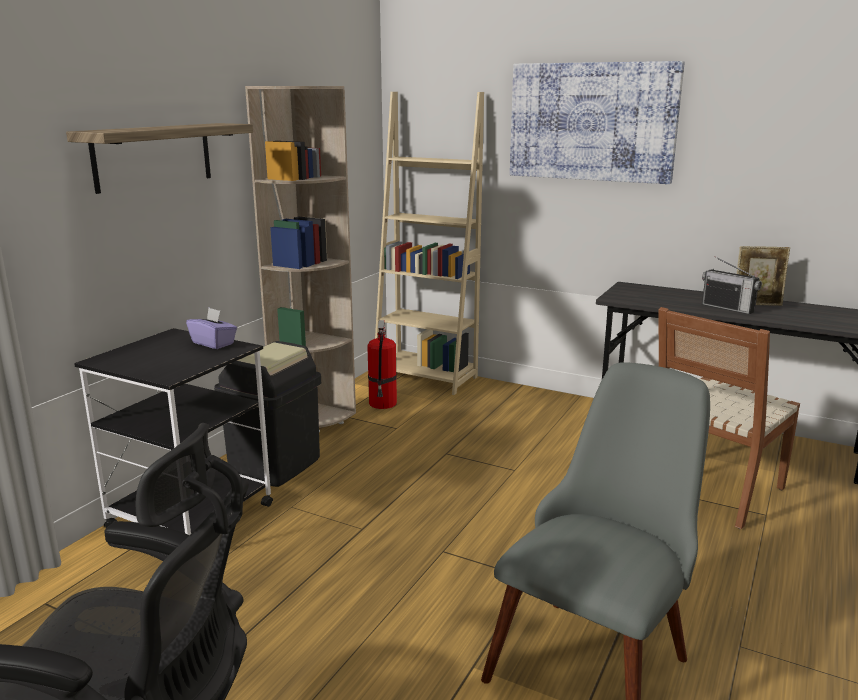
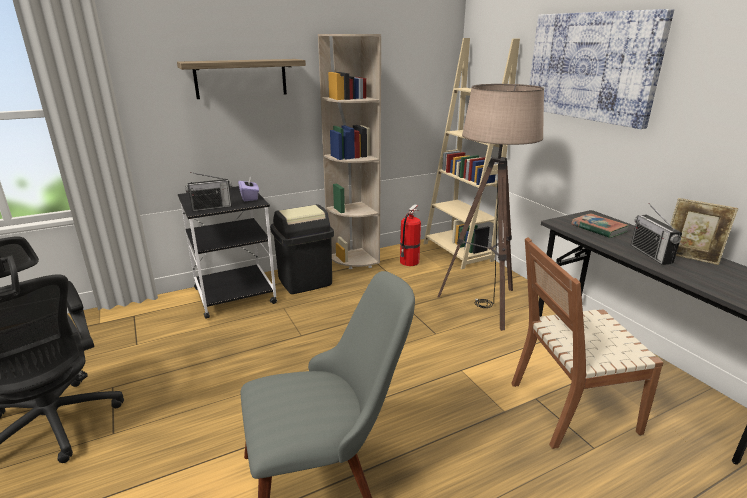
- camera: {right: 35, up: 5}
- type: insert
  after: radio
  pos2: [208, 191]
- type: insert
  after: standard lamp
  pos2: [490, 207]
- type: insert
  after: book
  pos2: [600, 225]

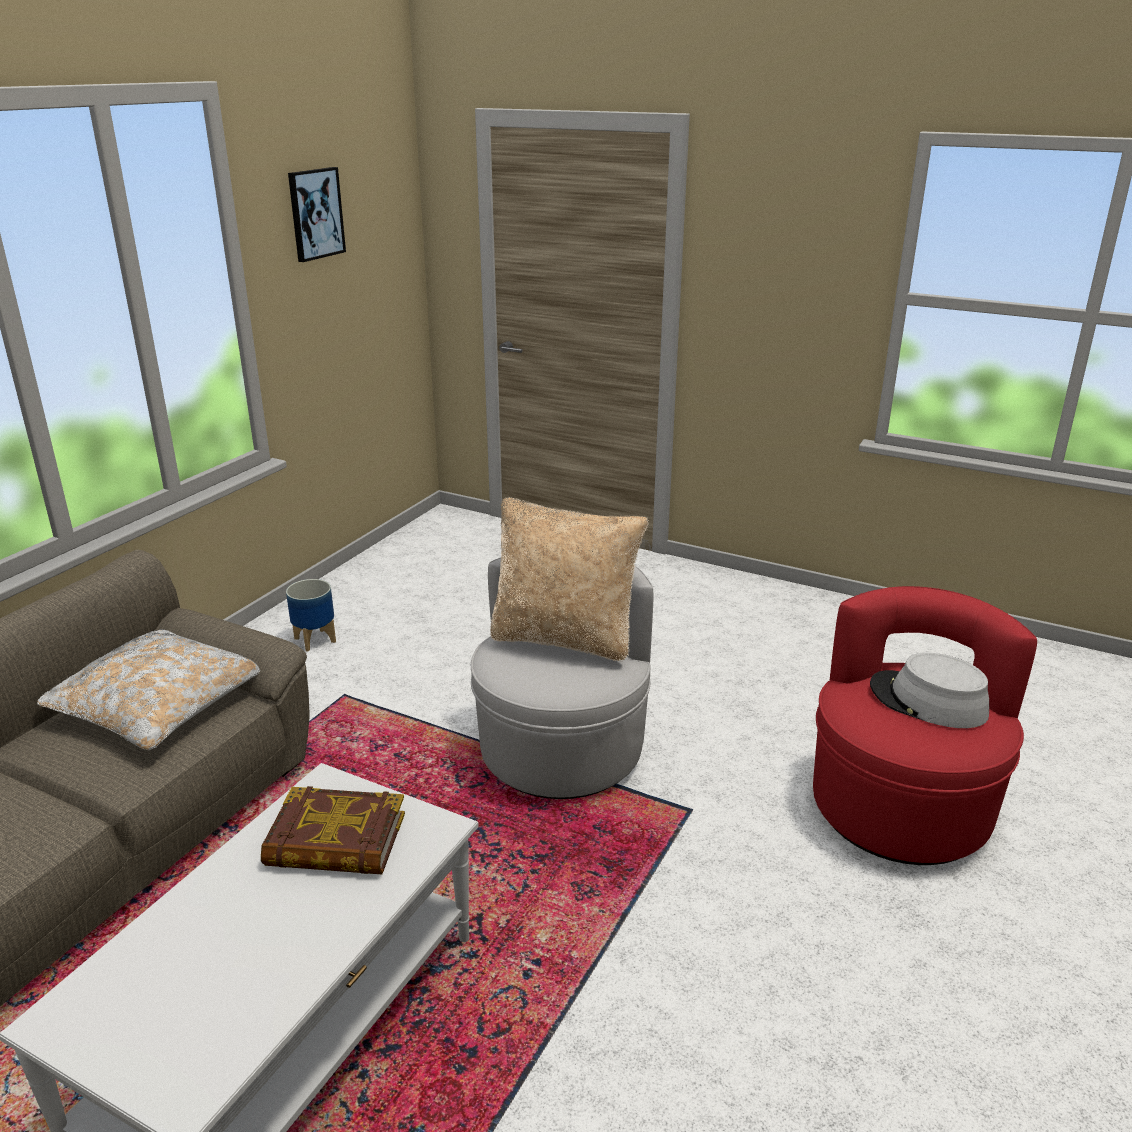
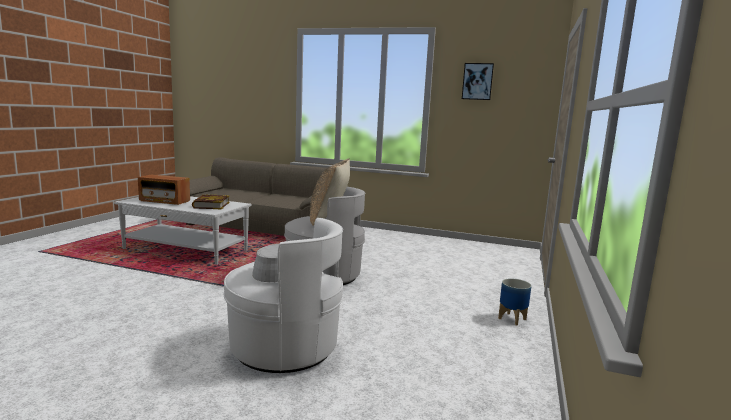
- camera: {right: 80, up: -15}
- type: delete
  before: white-coloured throw pillow
  pos1: [148, 689]
- type: insert
  after: radio
  pos2: [164, 190]
- type: move
  before: flower pot
  pos1: [311, 615]
  pos2: [514, 302]
- type: recolor
  before: reddish armchair
  after: white-coloured armchair
  pos1: [925, 725]
  pos2: [283, 295]

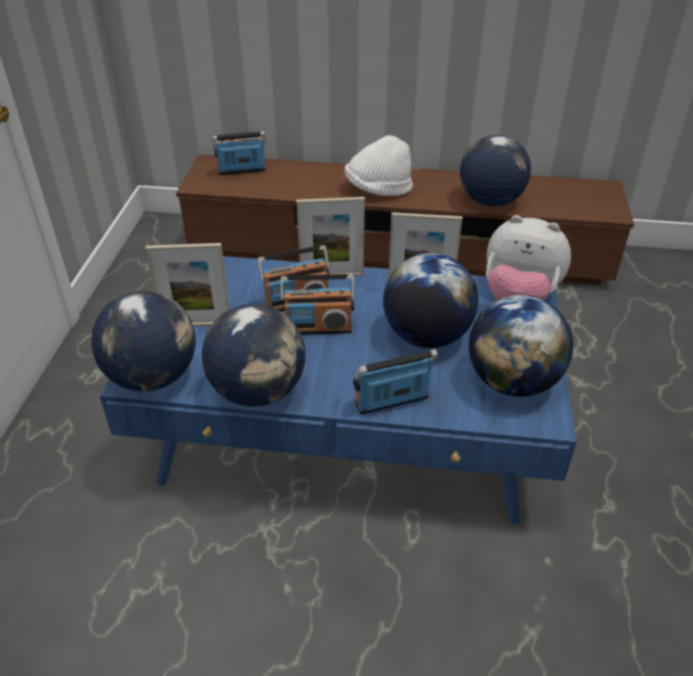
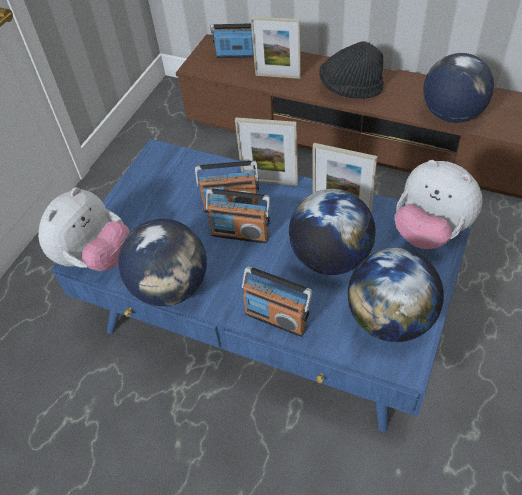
- camera: {right: 20, up: 10}
- type: move
  before: picture frame
  pos1: [187, 285]
  pos2: [276, 47]
- type: replace
  before: globe
  after: soft toy
  pos1: [143, 341]
  pos2: [84, 229]
- type: recolor
  before: white-coloured clothing hat
  after: black clothing hat
  pos1: [379, 165]
  pos2: [351, 70]
- type: rotate
  before: radio
  pos1: [395, 381]
  pos2: [277, 301]
  turn: -150

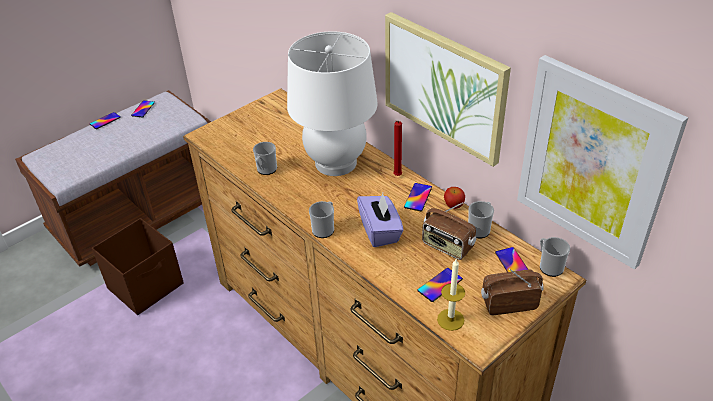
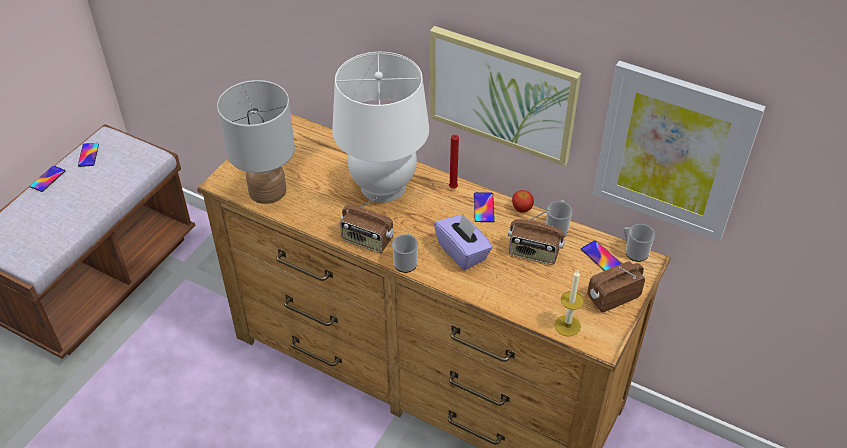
- camera: {right: -20, up: 5}
- type: delete
  before: brown-coloured storage container
  pos1: [138, 266]
- type: delete
  before: mug
  pos1: [265, 158]
- type: delete
  before: telephone
  pos1: [440, 285]
- type: insert
  after: gray table lamp
  pos2: [256, 142]
- type: insert
  after: radio
  pos2: [367, 225]

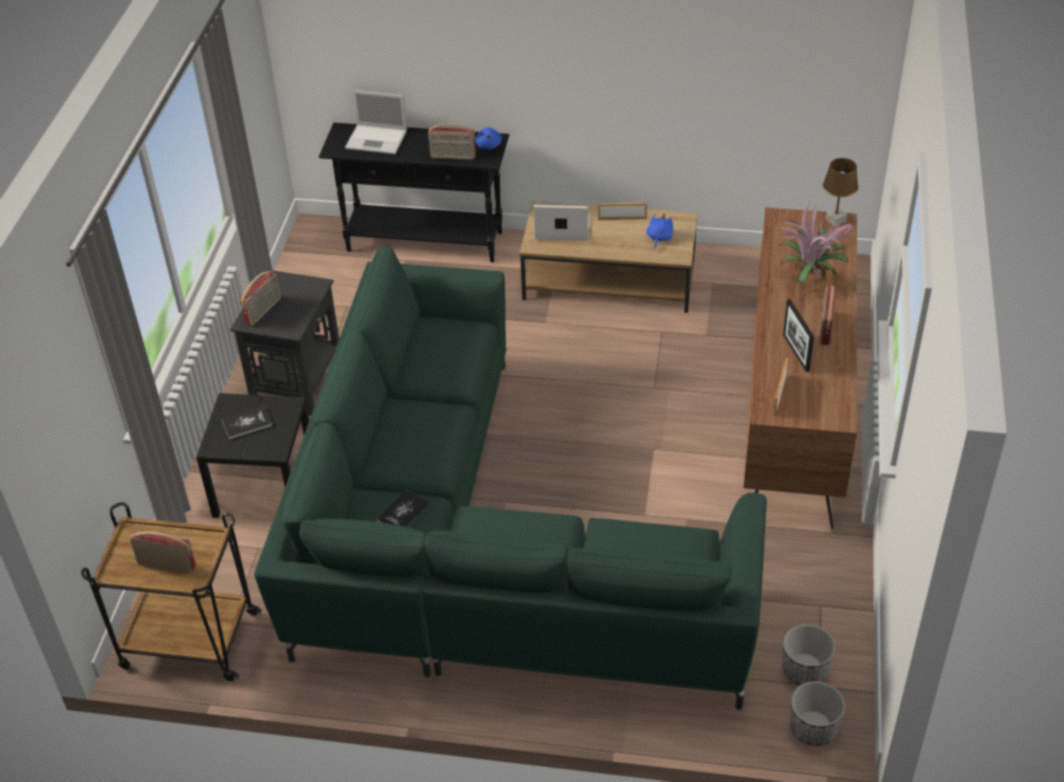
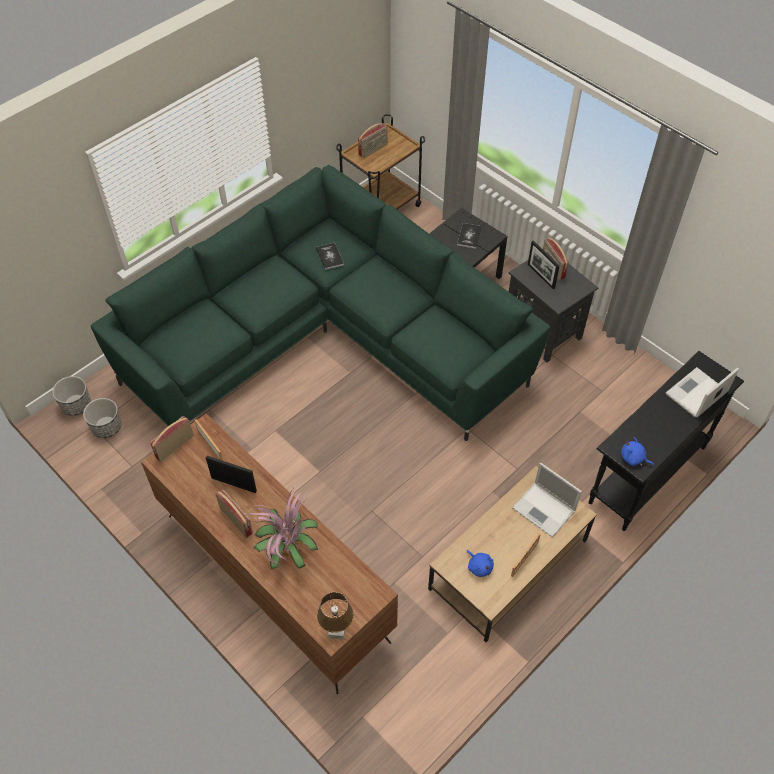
- camera: {right: 125, up: 10}
- type: insert
  after: picture frame
  pos2: [544, 264]
- type: move
  before: radio
  pos1: [452, 141]
  pos2: [171, 439]
- type: rotate
  before: notebook computer
  pos1: [562, 223]
  pos2: [547, 500]
  turn: 90

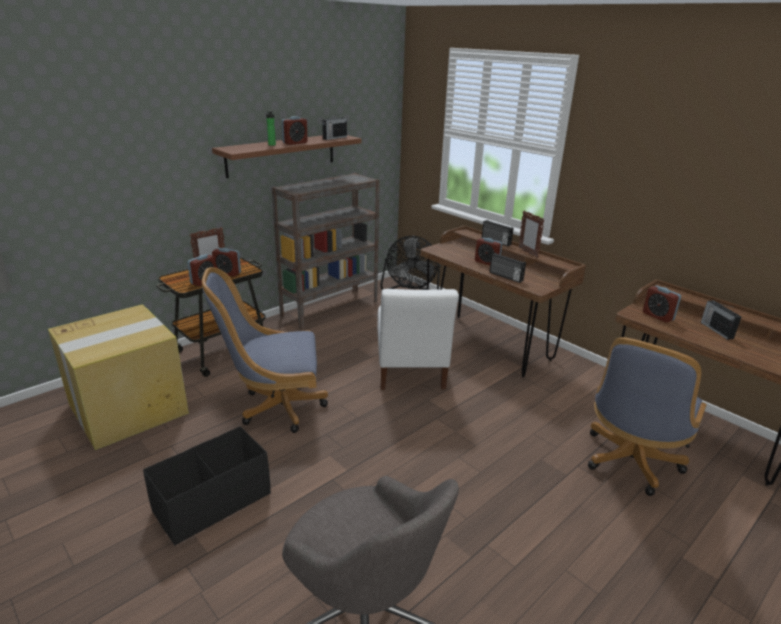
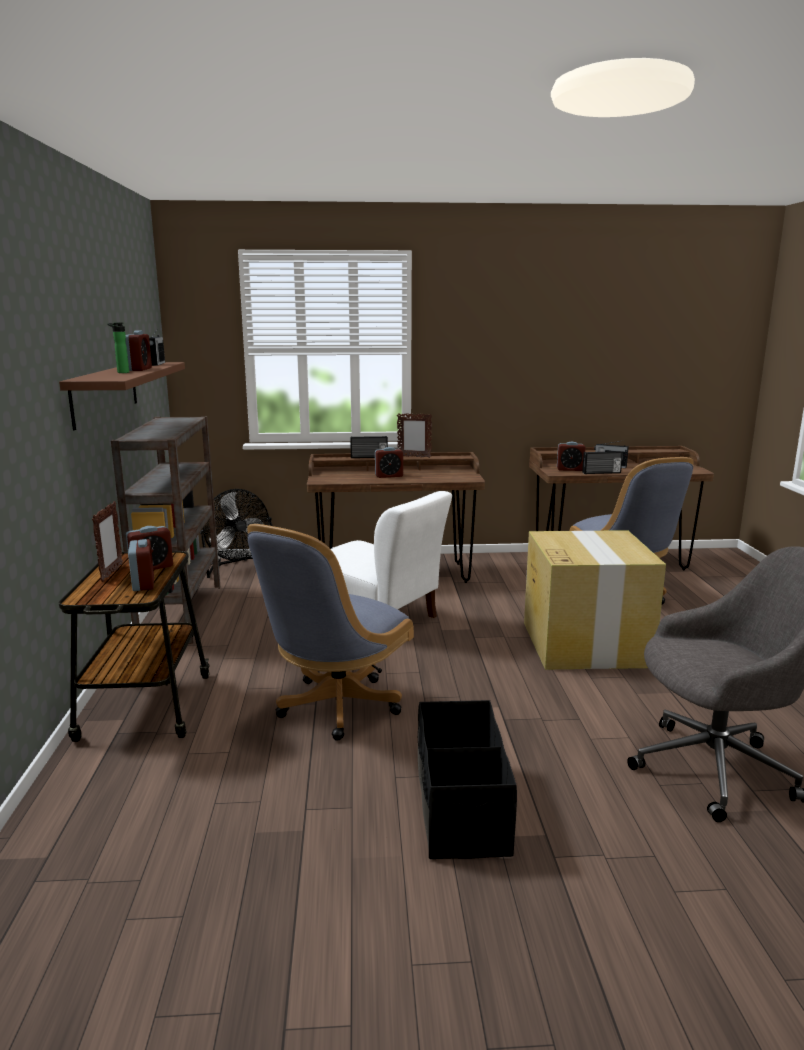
- camera: {right: -50, up: -10}
- type: move
  before: packing box
  pos1: [118, 377]
  pos2: [595, 600]
- type: move
  before: radio
  pos1: [507, 268]
  pos2: [602, 462]

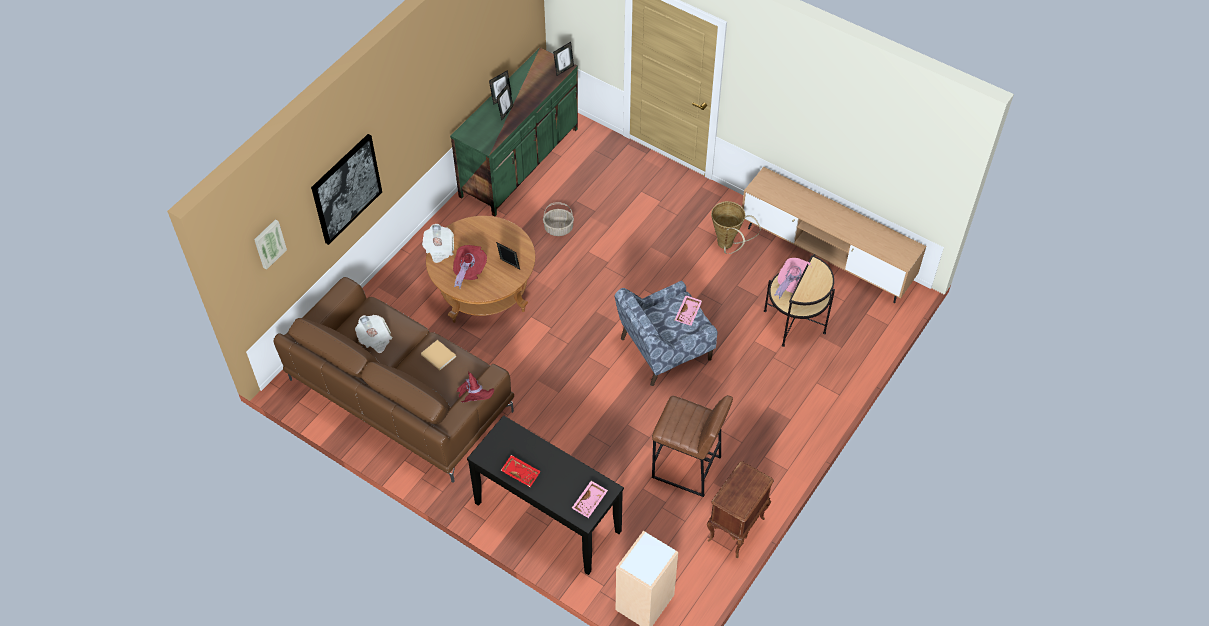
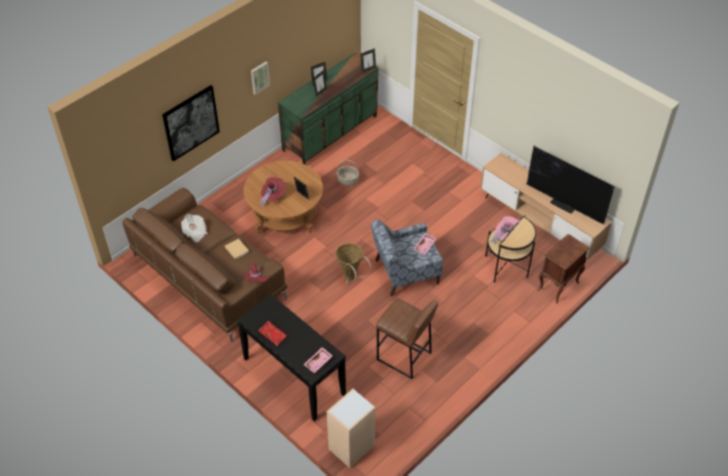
- camera: {right: 10, up: -5}
- type: delete
  before: daily paper
  pos1: [438, 243]
- type: insert
  after: TV
  pos2: [570, 185]
- type: move
  before: wall picture
  pos1: [270, 245]
  pos2: [260, 78]
- type: move
  before: brown-coloured night table
  pos1: [740, 510]
  pos2: [563, 269]
- type: move
  before: basket
  pos1: [736, 227]
  pos2: [354, 264]

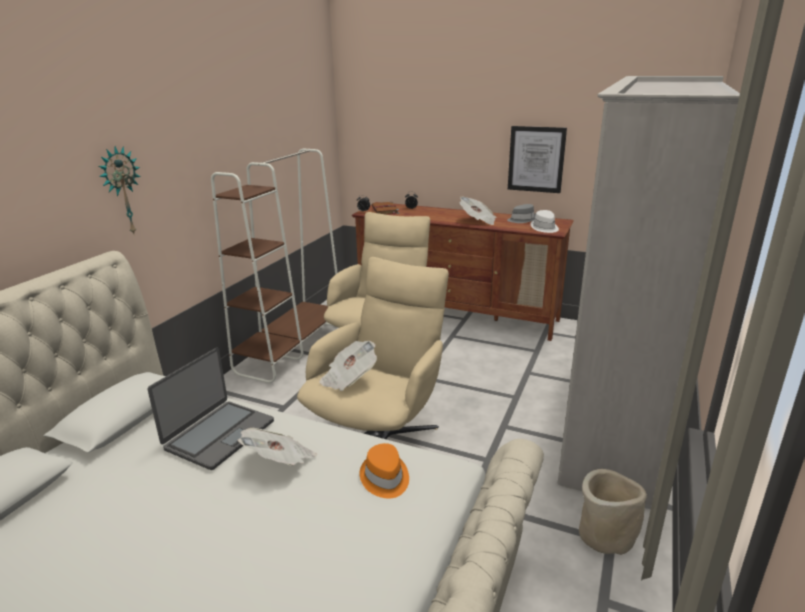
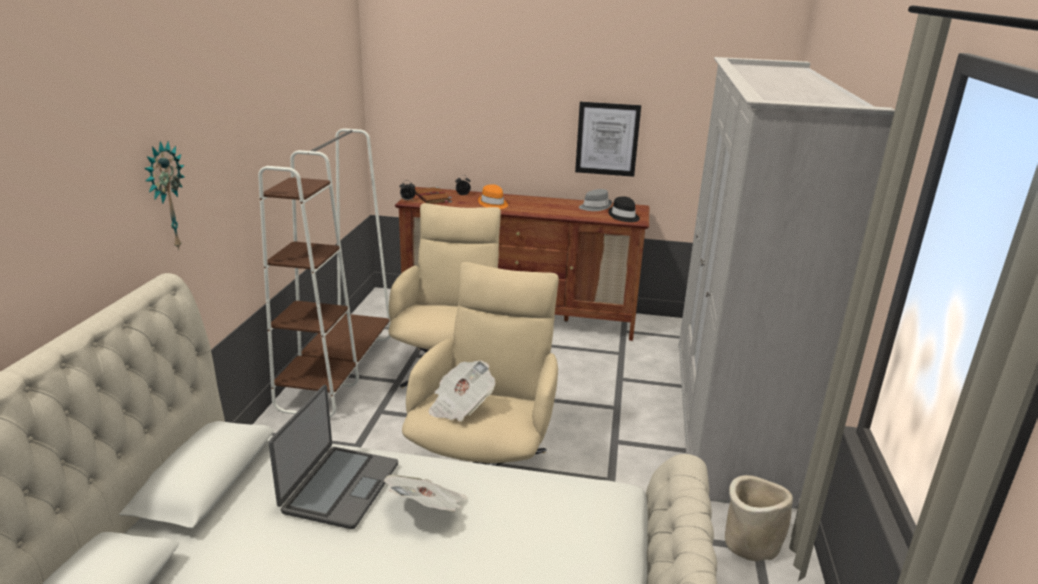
- camera: {right: -15, up: 0}
- type: delete
  before: daily paper
  pos1: [478, 211]
- type: move
  before: orangey clothing hat
  pos1: [384, 471]
  pos2: [493, 196]
- type: recolor
  before: white-coloured clothing hat
  after: black clothing hat
  pos1: [545, 221]
  pos2: [624, 209]

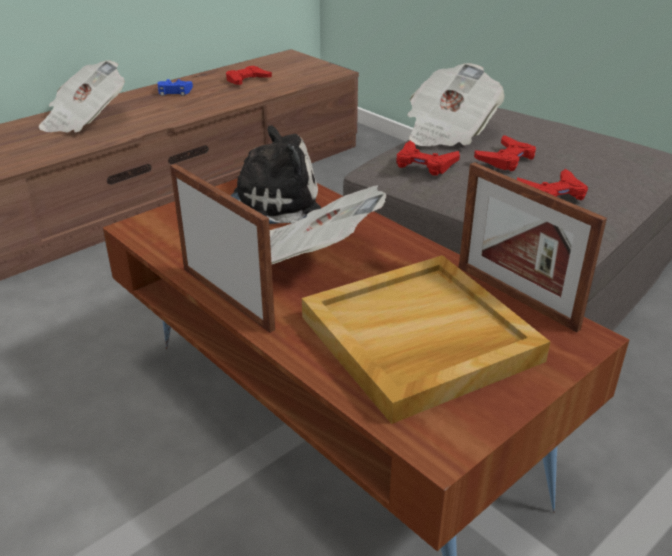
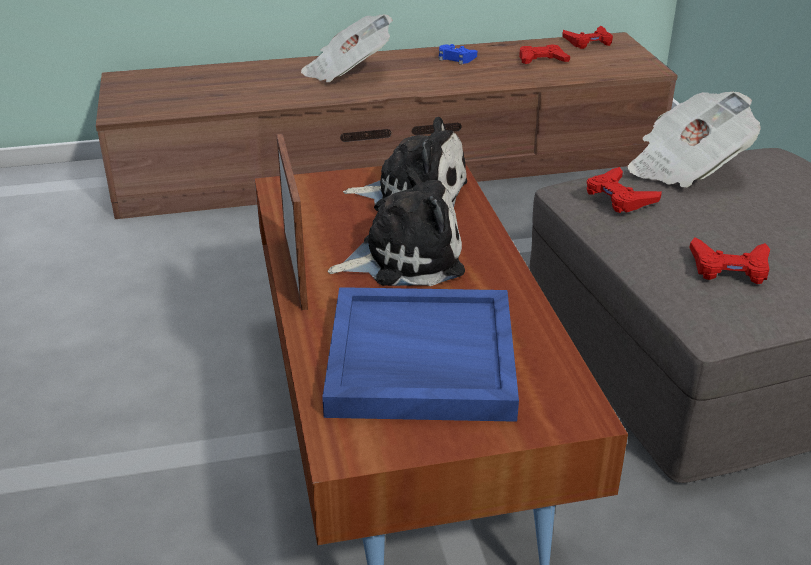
- camera: {right: 30, up: 0}
- type: delete
  before: picture frame
  pos1: [533, 247]
- type: move
  before: reddish joypad
  pos1: [505, 153]
  pos2: [587, 37]
- type: replace
  before: daily paper
  after: soft toy
  pos1: [328, 224]
  pos2: [396, 226]
- type: recolor
  before: beige-coloured serving tray
  after: blue serving tray
  pos1: [426, 339]
  pos2: [420, 354]

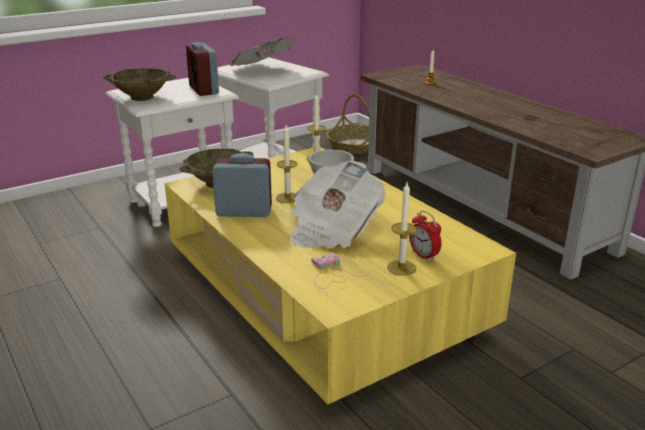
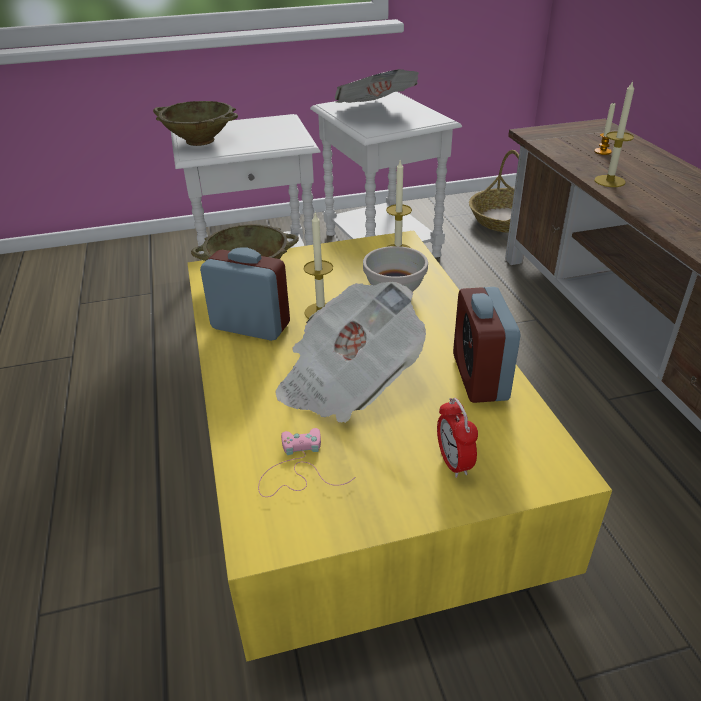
- camera: {right: 20, up: 10}
- type: move
  before: alarm clock
  pos1: [202, 69]
  pos2: [486, 345]
- type: move
  before: wax light
  pos1: [402, 229]
  pos2: [614, 133]

